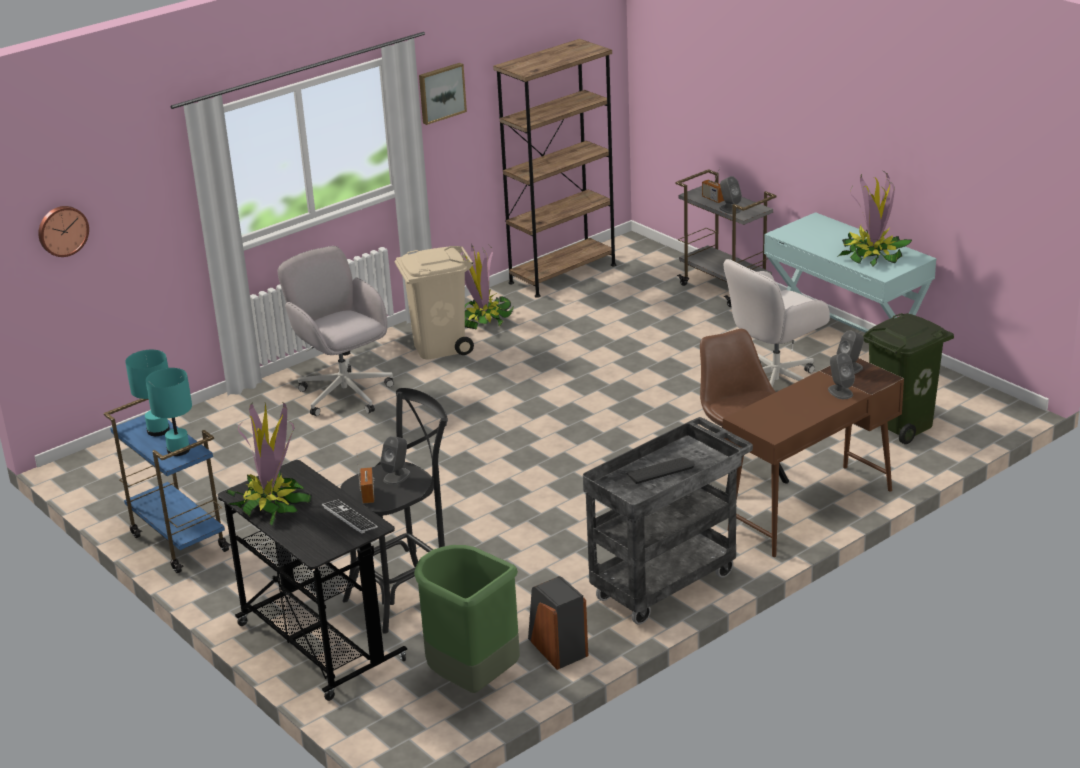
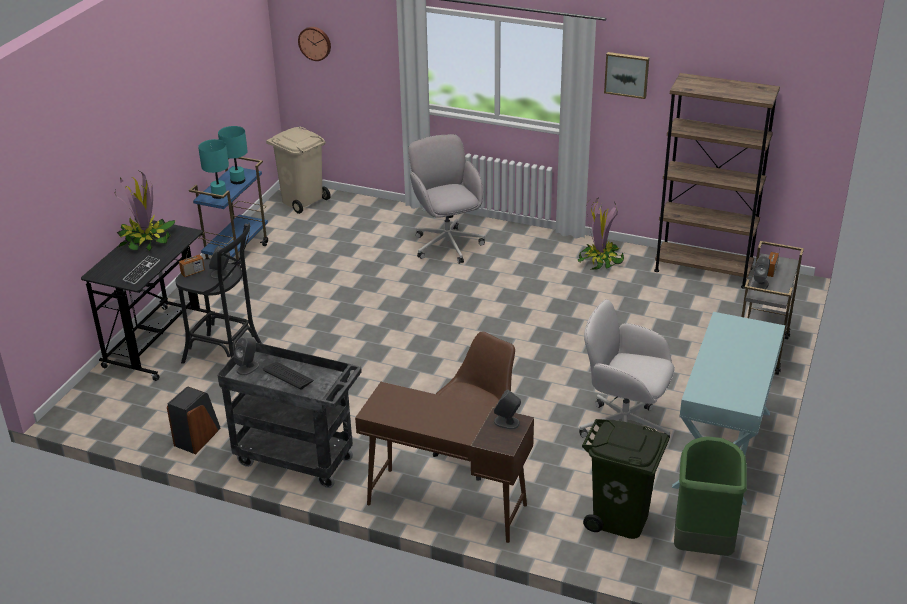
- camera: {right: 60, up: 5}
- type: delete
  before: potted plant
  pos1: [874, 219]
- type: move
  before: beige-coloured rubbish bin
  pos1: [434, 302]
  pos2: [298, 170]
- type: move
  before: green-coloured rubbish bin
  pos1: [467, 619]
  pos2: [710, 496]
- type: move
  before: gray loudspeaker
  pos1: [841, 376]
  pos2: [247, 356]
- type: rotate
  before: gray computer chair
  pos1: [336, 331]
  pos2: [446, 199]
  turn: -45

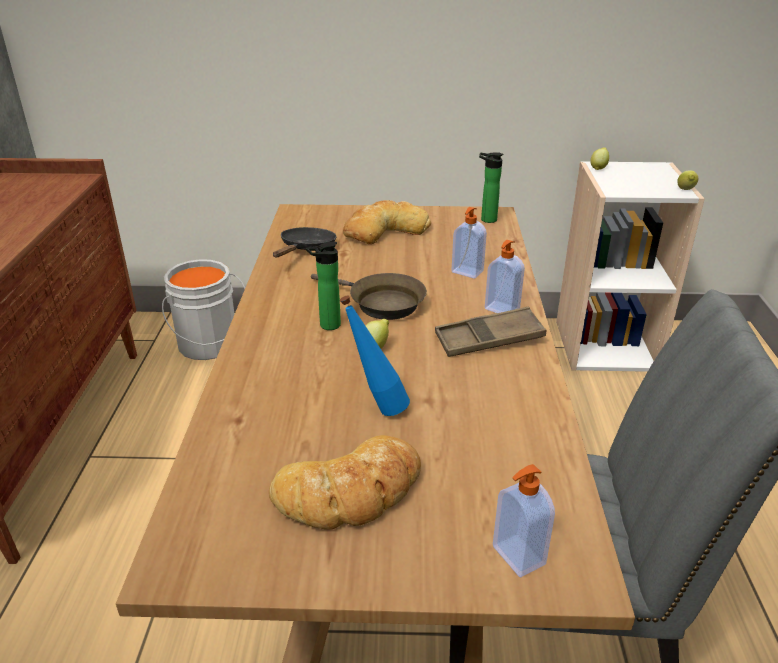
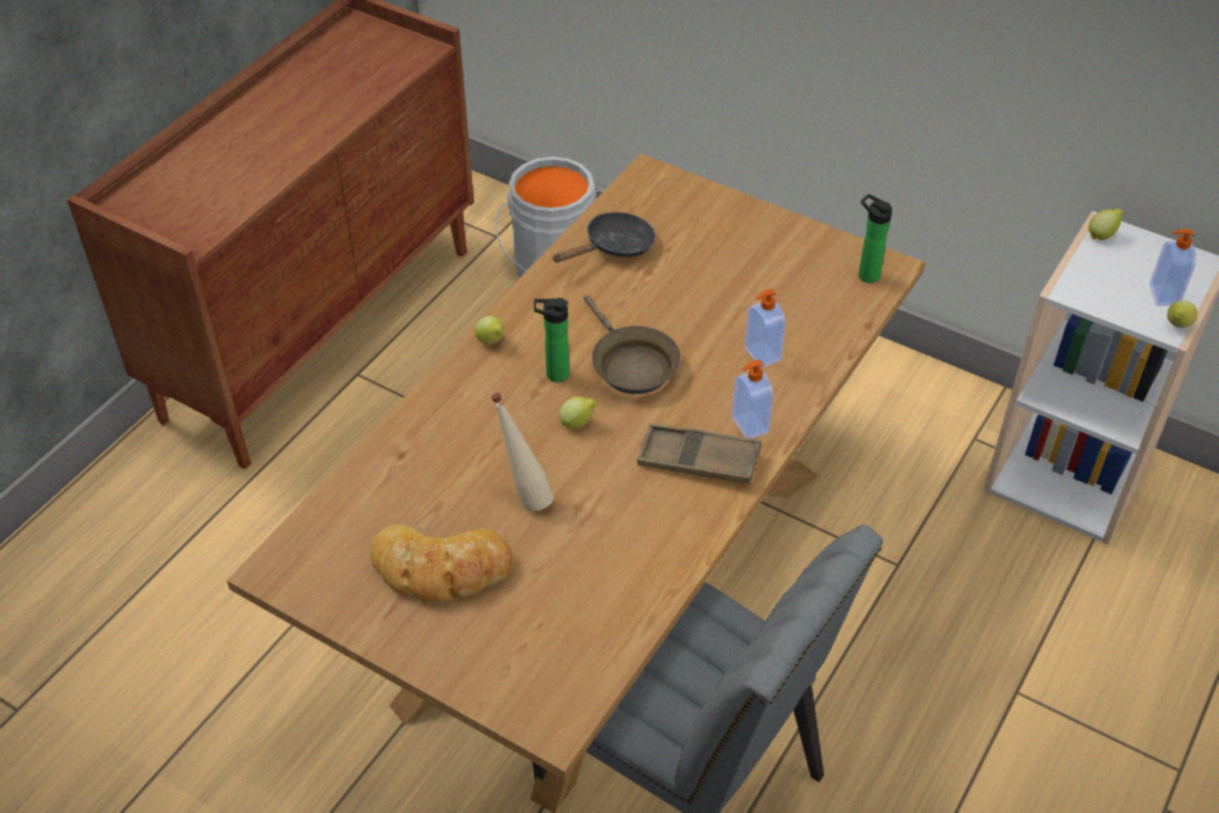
- camera: {right: 30, up: 15}
- type: delete
  before: bread
  pos1: [387, 222]
- type: insert
  after: lemon
  pos2: [489, 330]
- type: move
  before: liquid soap bottle
  pos1: [524, 520]
  pos2: [1173, 267]
- type: recolor
  before: blue beverage bottle
  after: beige-coloured beverage bottle
  pos1: [375, 355]
  pos2: [522, 452]

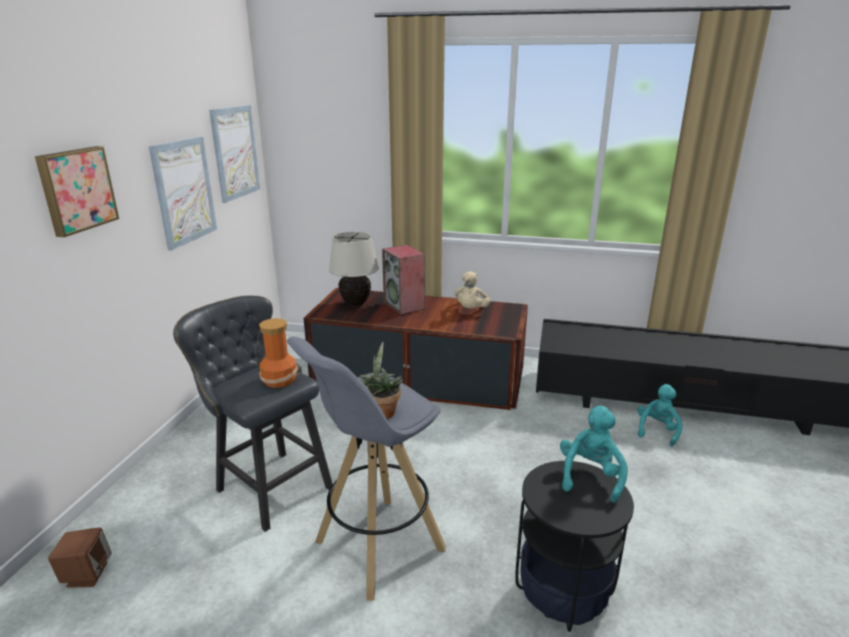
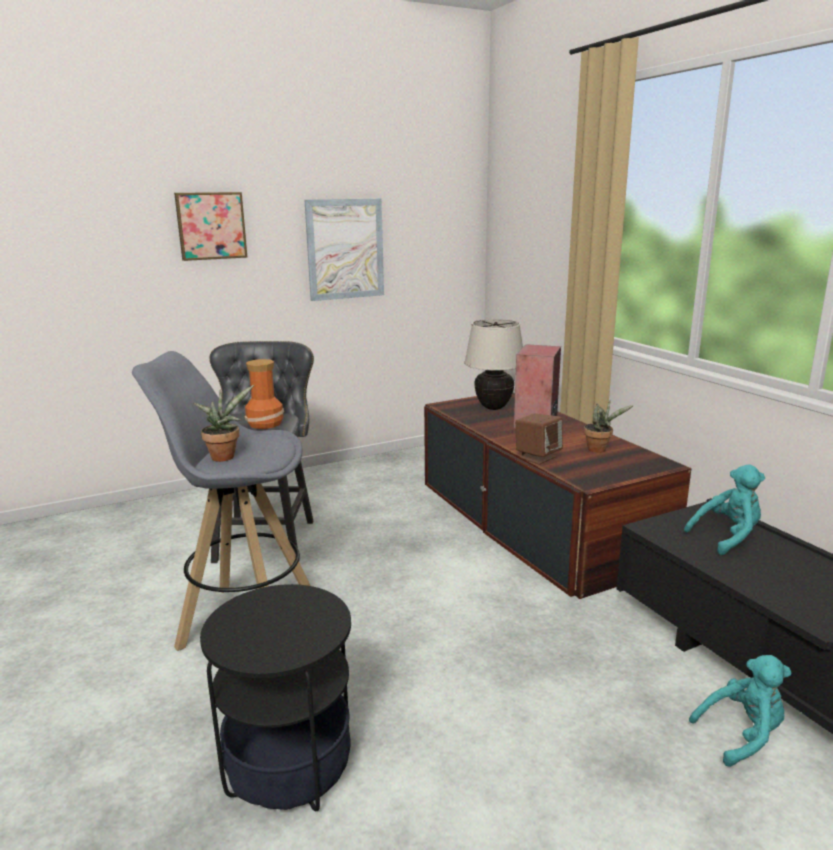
- camera: {right: 50, up: -5}
- type: delete
  before: wall picture
  pos1: [234, 154]
- type: move
  before: brown-coloured loudspeaker
  pos1: [80, 558]
  pos2: [539, 439]
- type: move
  before: blue-green soft toy
  pos1: [594, 454]
  pos2: [724, 510]
- type: replace
  before: beige-coloured soft toy
  after: potted plant
  pos1: [472, 289]
  pos2: [609, 426]

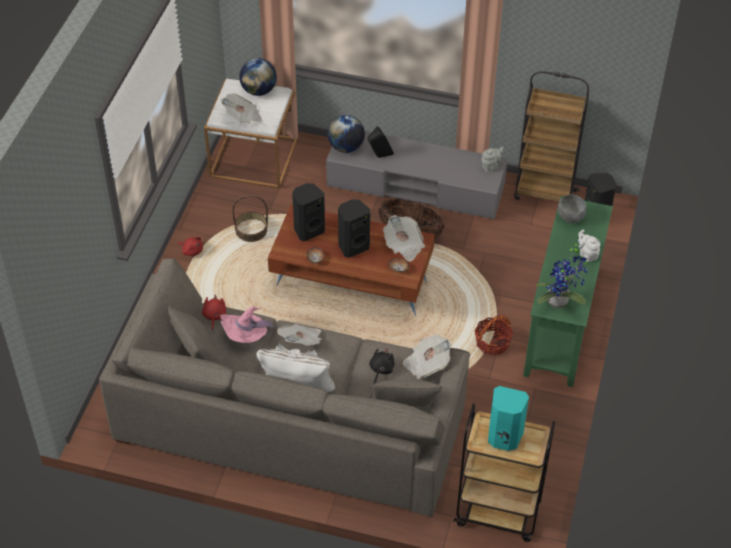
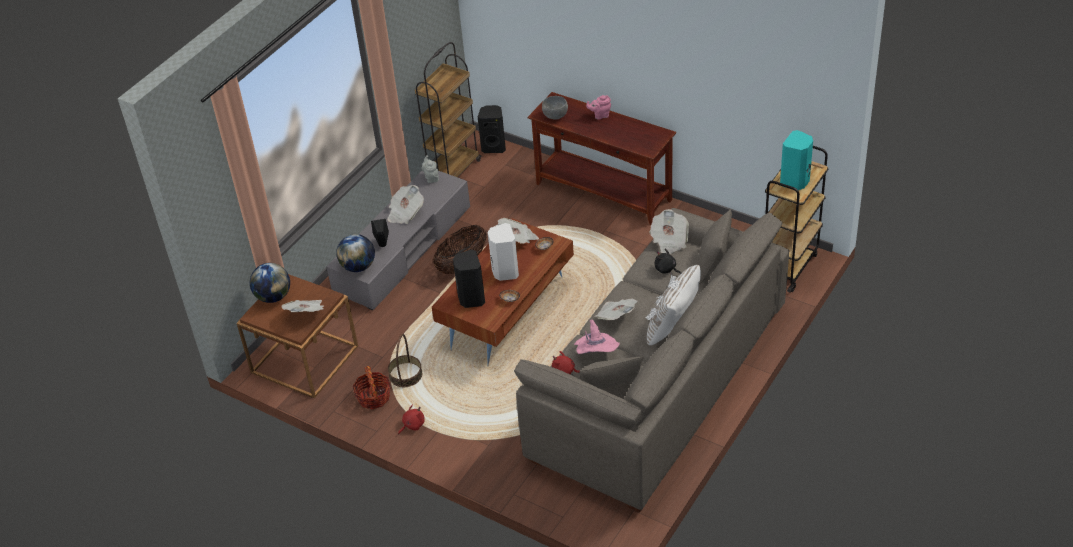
- camera: {right: -70, up: -5}
- type: delete
  before: potted plant
  pos1: [562, 275]
- type: insert
  after: daily paper
  pos2: [405, 204]
- type: move
  before: basket
  pos1: [494, 335]
  pos2: [372, 387]
- type: recolor
  before: white-coloured accent table
  after: brown-coloured accent table
  pos1: [251, 133]
  pos2: [297, 336]
- type: recolor
  before: black loudspeaker
  after: white-coloured loudspeaker
  pos1: [354, 228]
  pos2: [503, 252]
- type: recolor
  before: green-coloured console table
  after: brown-coloured console table
  pos1: [568, 291]
  pos2: [602, 158]
- type: recolor
  before: white-coloured teapot
  after: pink-coloured teapot
  pos1: [589, 245]
  pos2: [598, 107]

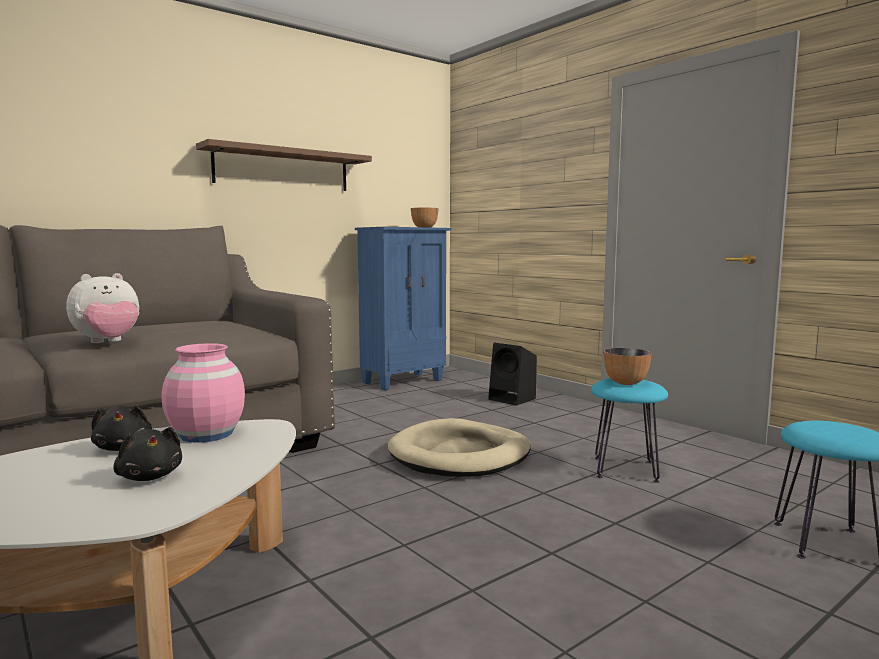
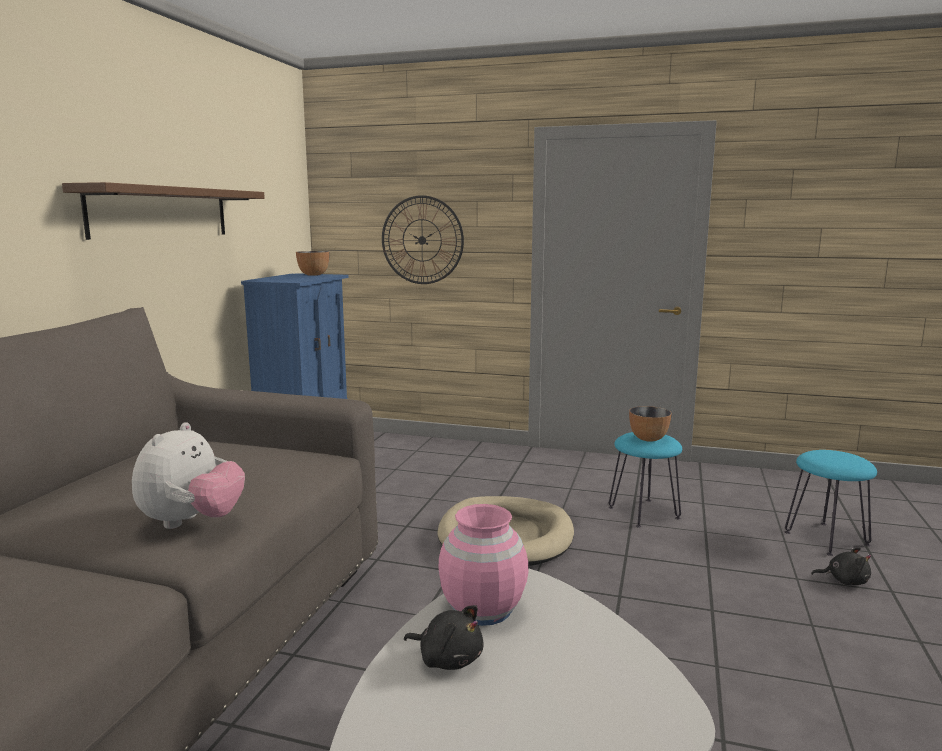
- camera: {right: -35, up: 5}
- type: delete
  before: black loudspeaker
  pos1: [512, 374]
- type: insert
  after: clock on the wall
  pos2: [423, 239]
- type: move
  before: black soft toy
  pos1: [147, 454]
  pos2: [841, 566]

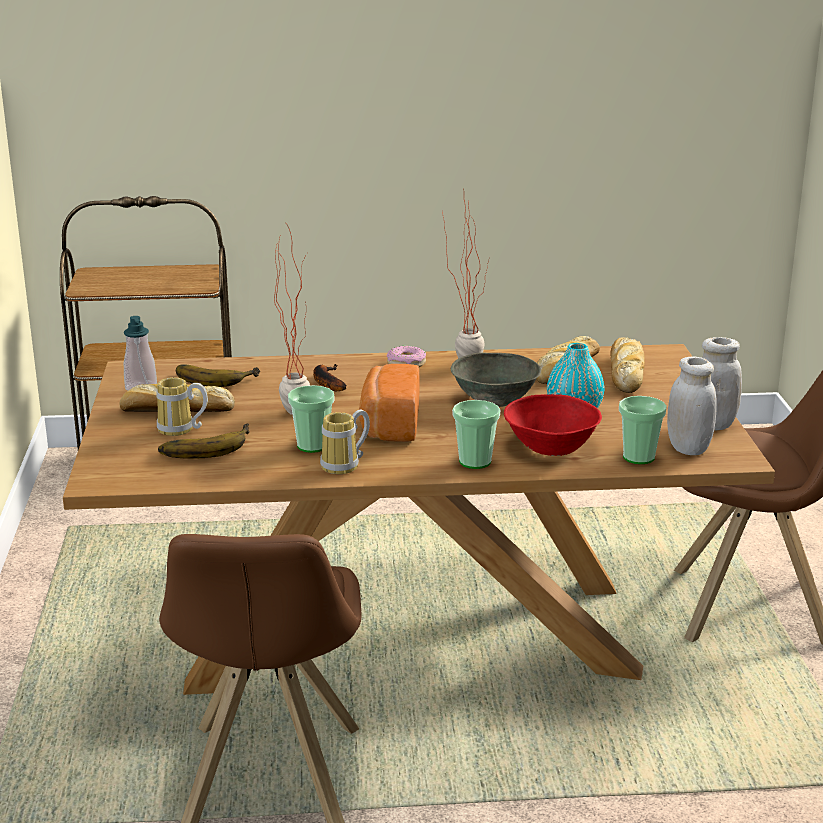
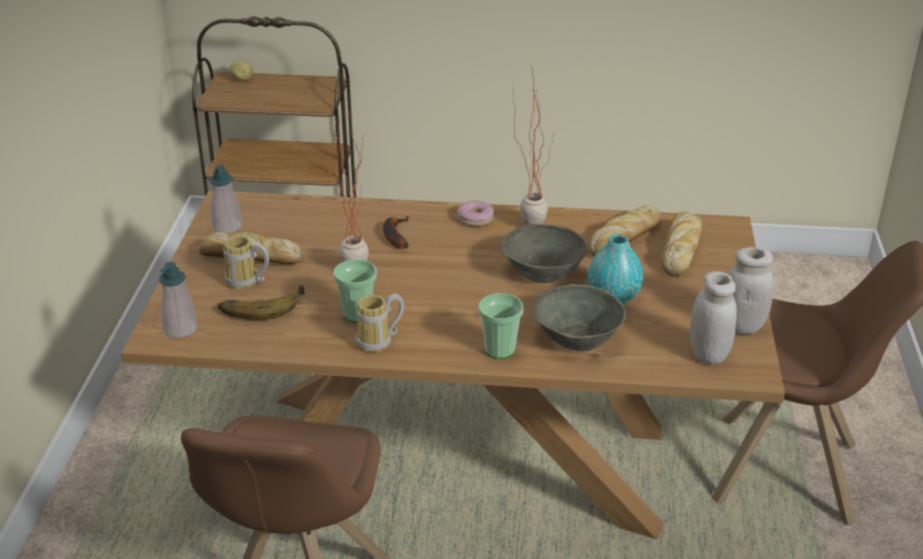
- camera: {right: 10, up: 10}
- type: delete
  before: banana
  pos1: [218, 375]
- type: delete
  before: bread
  pos1: [389, 403]
- type: delete
  before: small cup
  pos1: [643, 430]
- type: insert
  after: liquid soap bottle
  pos2: [178, 300]
- type: insert
  after: whole potato
  pos2: [241, 70]
- type: recolor
  before: reddish serving bowl
  after: gray serving bowl
  pos1: [553, 425]
  pos2: [579, 317]

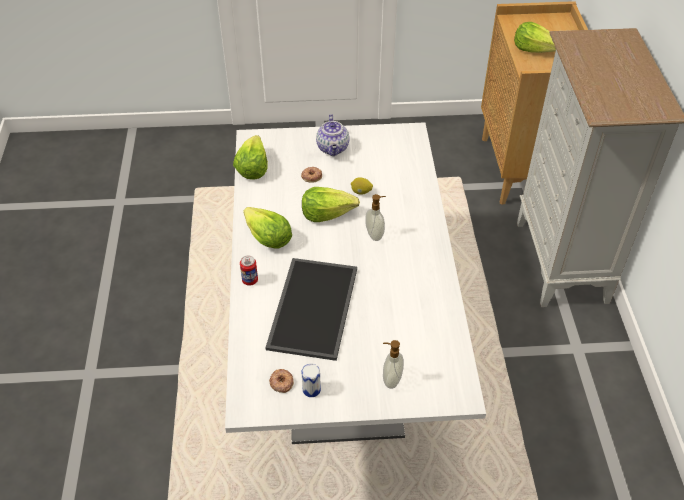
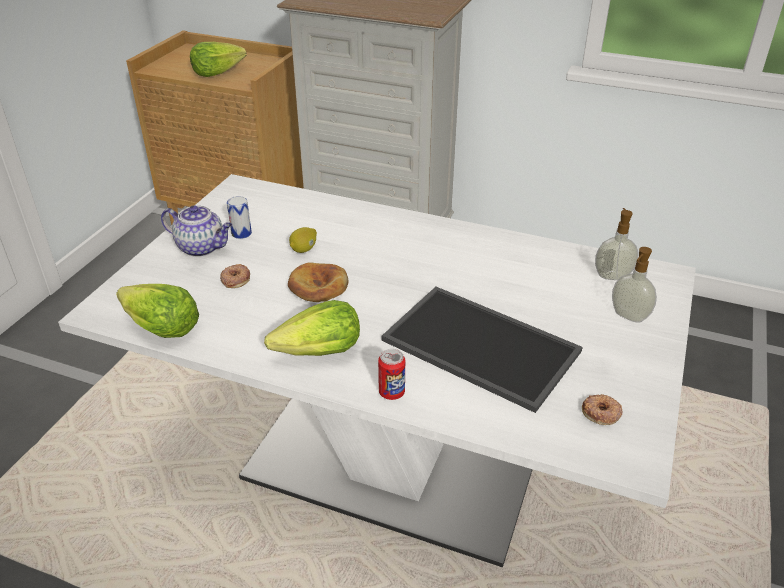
- camera: {right: -65, up: -10}
- type: move
  before: can
  pos1: [311, 380]
  pos2: [239, 217]
- type: move
  before: liquid soap bottle
  pos1: [375, 217]
  pos2: [617, 244]
- type: replace
  before: lettuce head
  after: bread
  pos1: [331, 204]
  pos2: [318, 282]

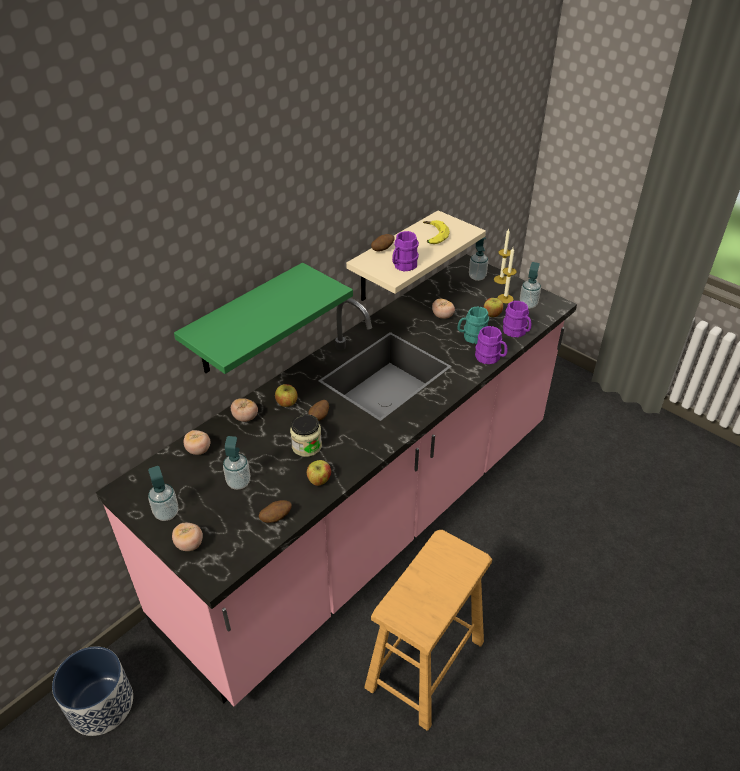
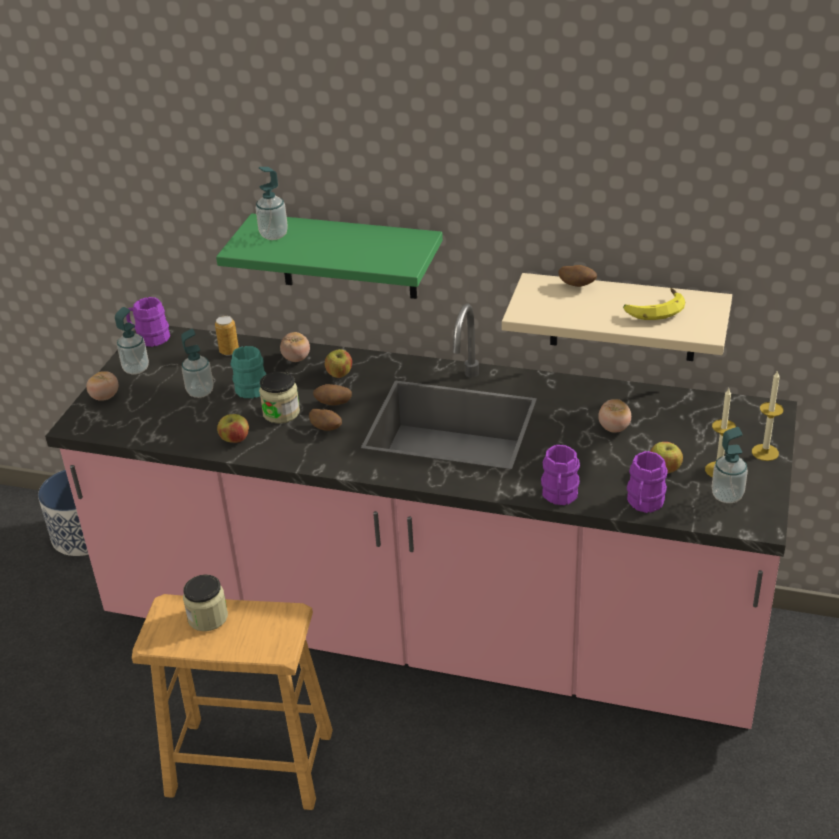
- camera: {right: 65, up: -5}
- type: insert
  after: jar
  pos2: [205, 602]
- type: move
  before: whole potato
  pos1: [275, 511]
  pos2: [325, 420]
- type: move
  before: purplish mug
  pos1: [405, 251]
  pos2: [148, 322]
- type: move
  before: blue-green mug
  pos1: [473, 325]
  pos2: [248, 372]
- type: move
  before: liquid soap bottle
  pos1: [478, 259]
  pos2: [272, 203]
- type: replace
  before: fresh tomato
  after: can
  pos1: [196, 442]
  pos2: [227, 336]

